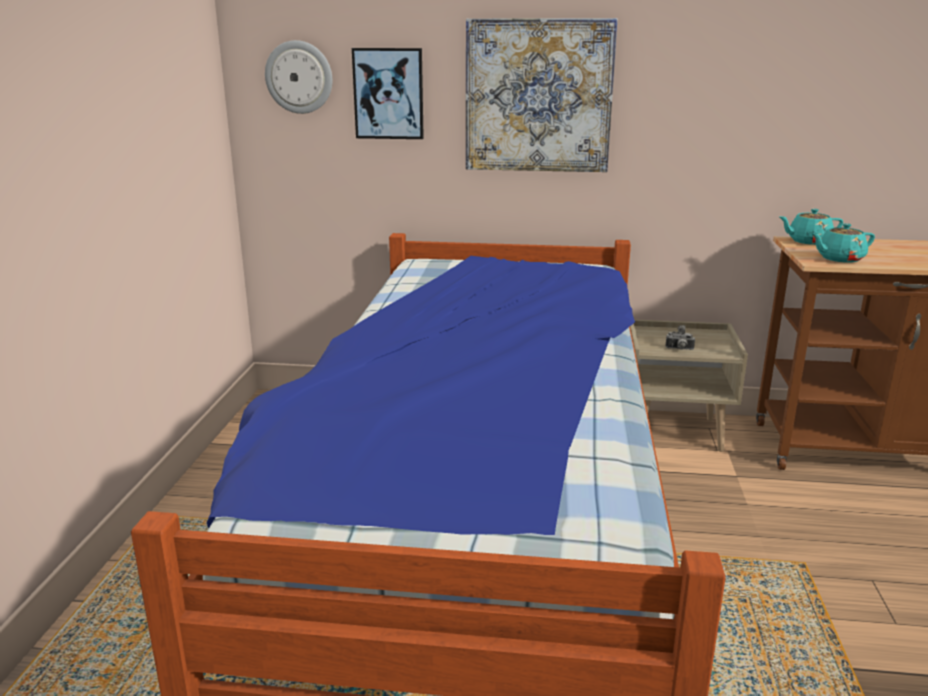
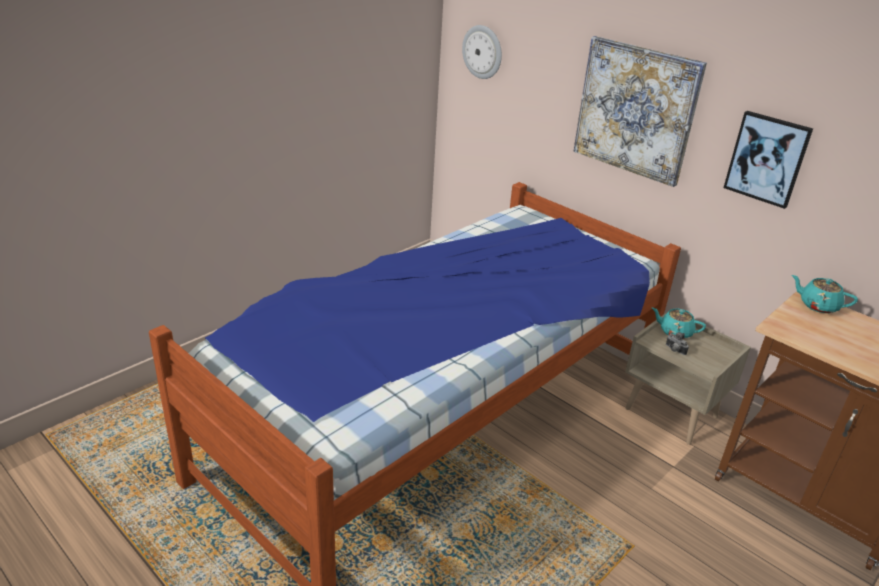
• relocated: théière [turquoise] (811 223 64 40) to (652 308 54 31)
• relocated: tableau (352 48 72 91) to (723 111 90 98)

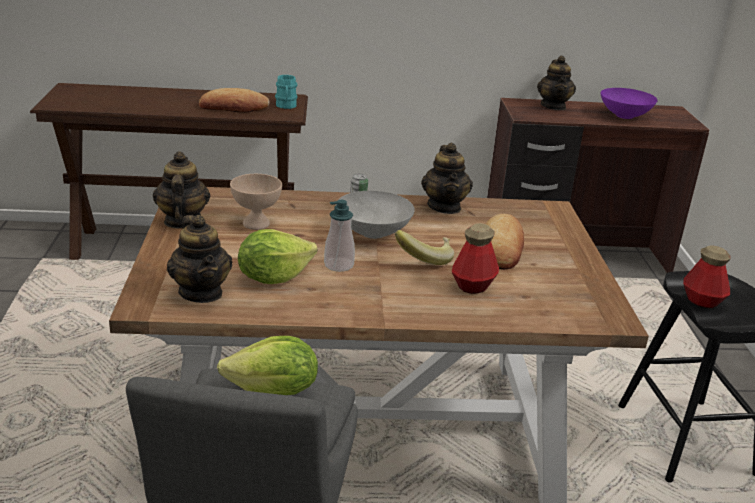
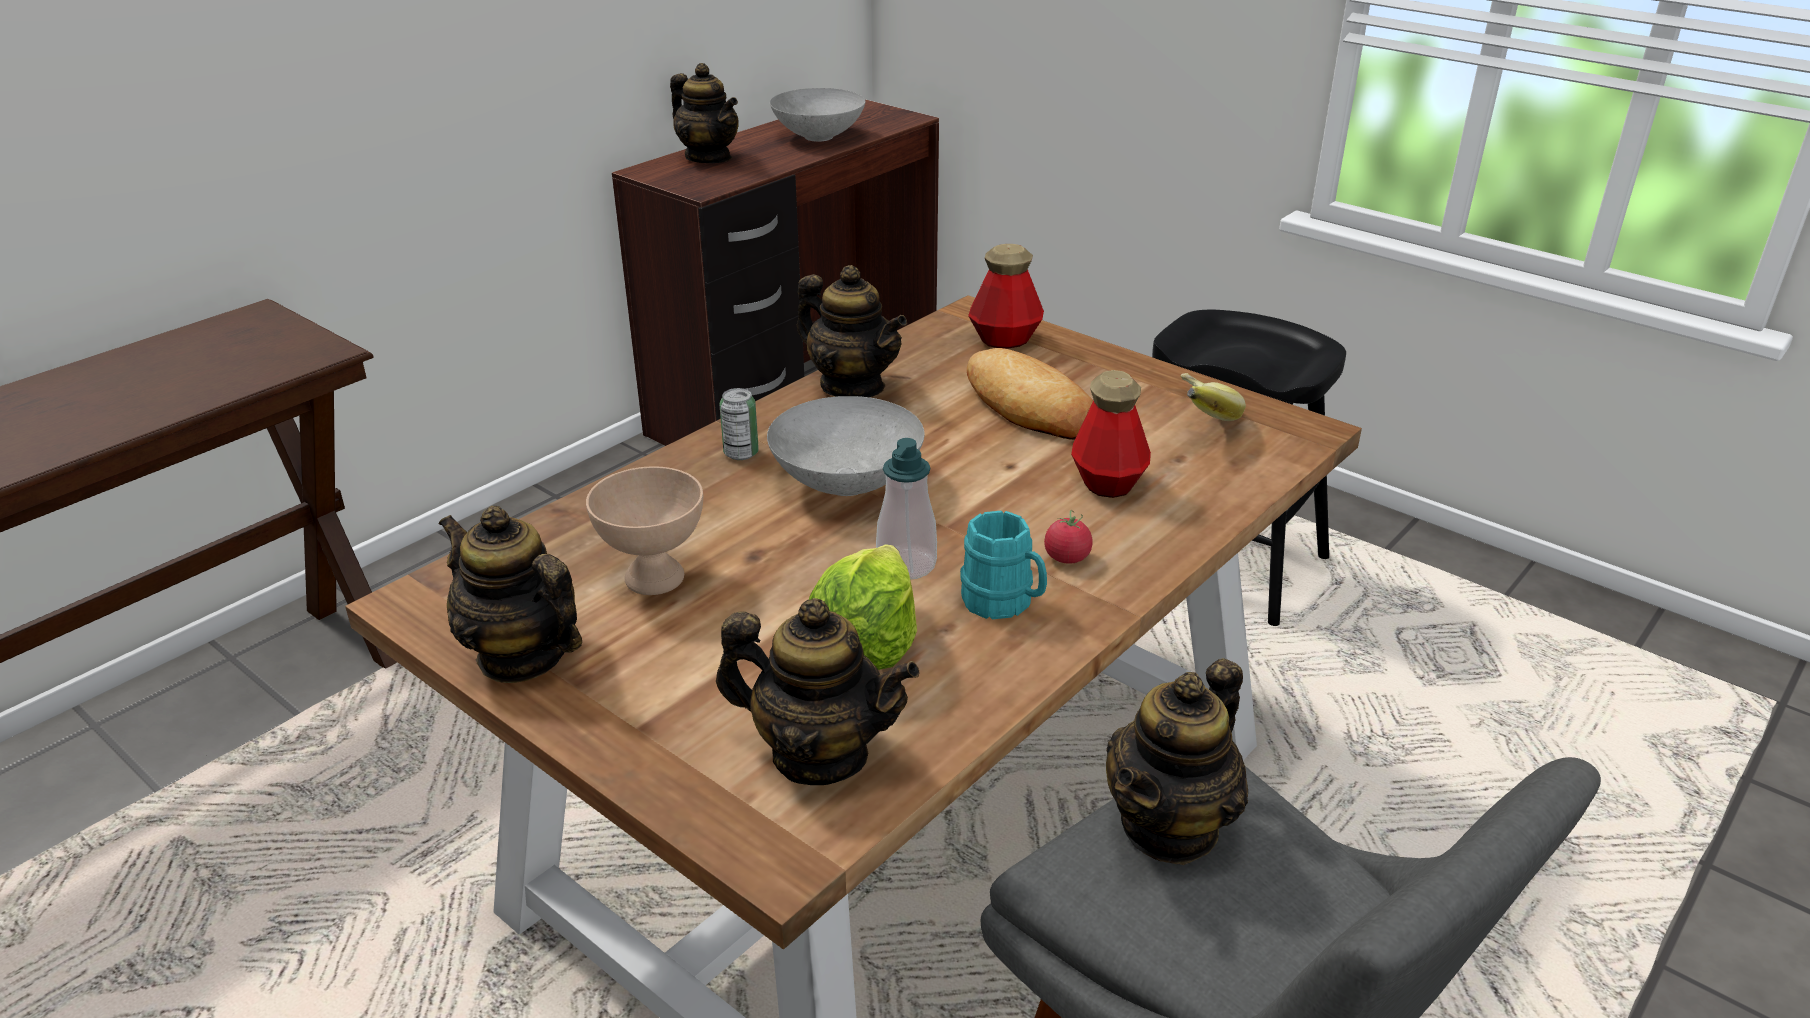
• colour: bol [violet] (601 88 57 31) to bol [gris] (770 88 95 54)
• relocated: mug [turquoise] (275 75 23 34) to (960 511 87 108)
• relocated: bouteille (683 245 48 63) to (968 244 76 104)
• appeared: tomate (1044 510 49 54)
• exchanged: laitue (217 336 101 59) to théière (1106 658 142 207)
• relocated: banane (395 230 59 35) to (1181 373 65 48)
• missing: pain (199 88 71 24)

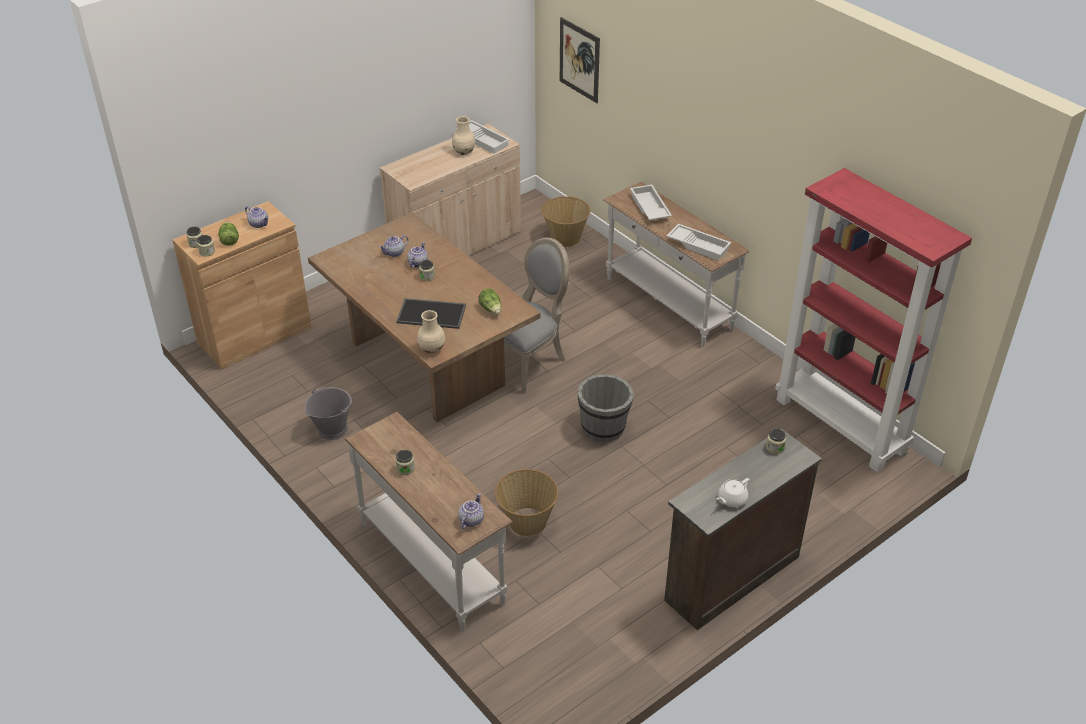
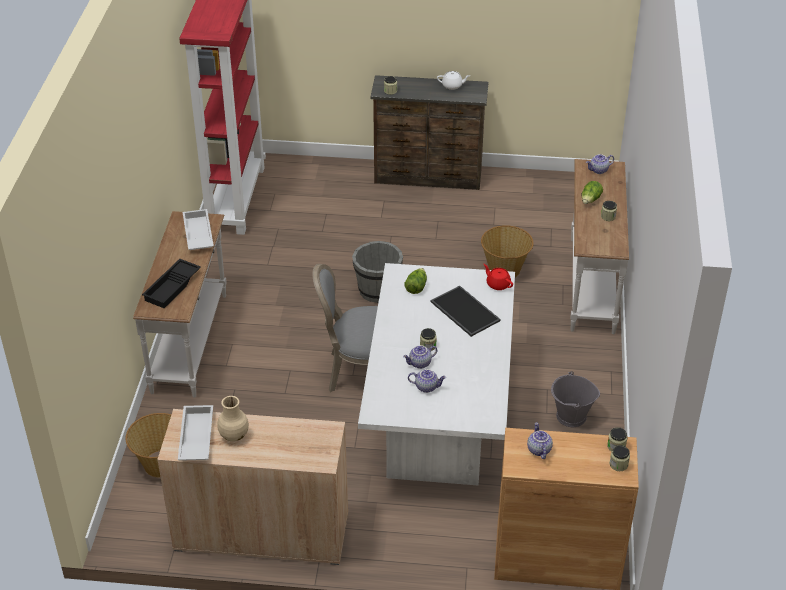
• colour: plateau [blanc] (630 185 42 35) to plateau [noir] (142 259 59 49)
• colour: table à manger [marron] (308 213 233 209) to table à manger [blanc] (358 263 157 222)
• exchanged: vase [beige] (417 310 28 44) to théière [rouge] (484 264 29 26)
• relocated: laitue (218 222 21 24) to (582 181 21 23)
• missing: tableau (560 17 40 86)

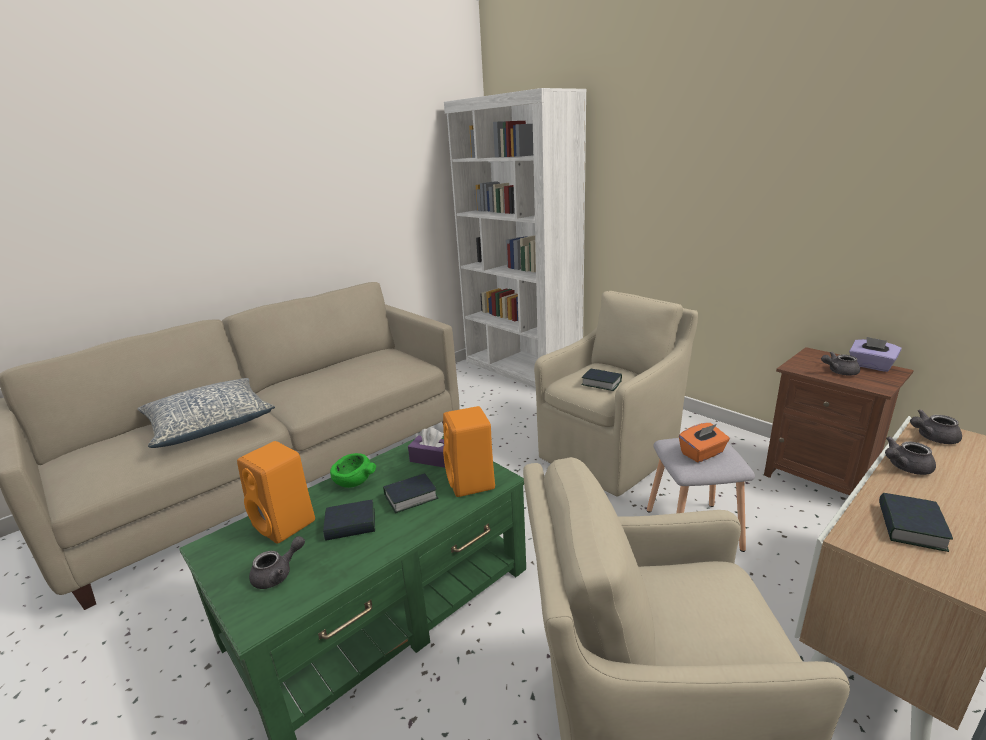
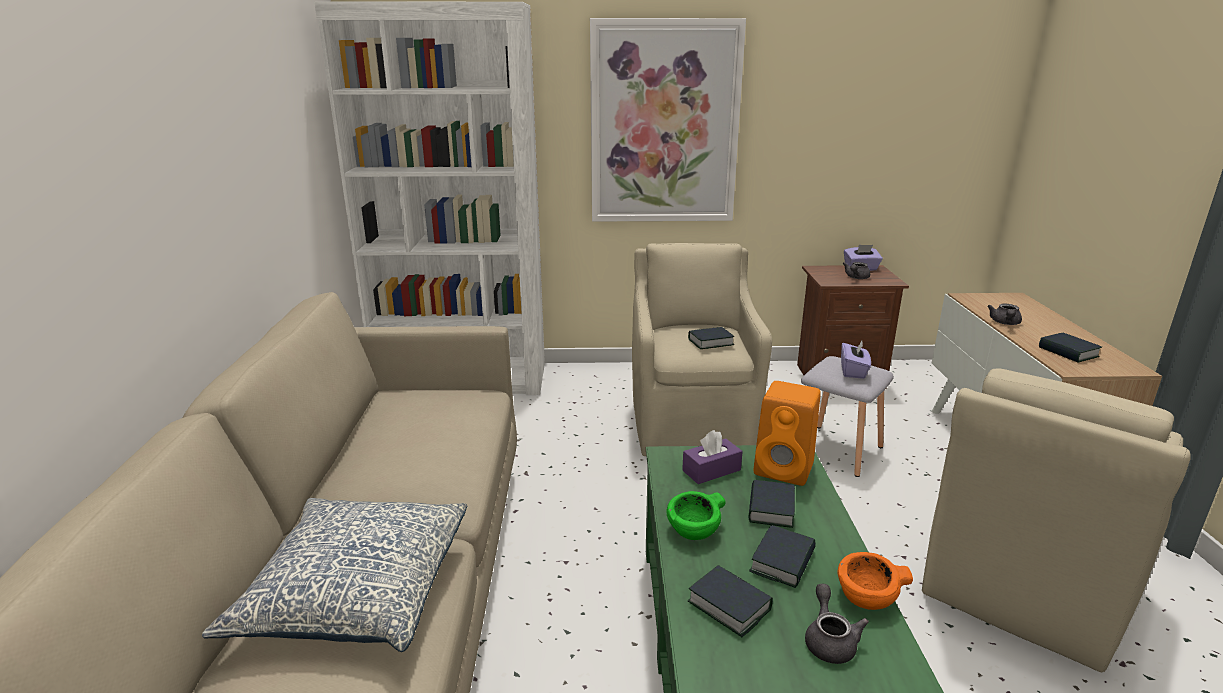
• appeared: tableau (590 18 156 204)
• exchanged: enceinte [orange] (237 441 78 103) to livre (688 565 85 72)
• appeared: bol [orange] (837 552 76 58)
• colour: boîte à mouchoirs [orange] (679 423 51 40) to boîte à mouchoirs [violet] (841 341 30 38)
• missing: théière [gris] (910 410 52 34)

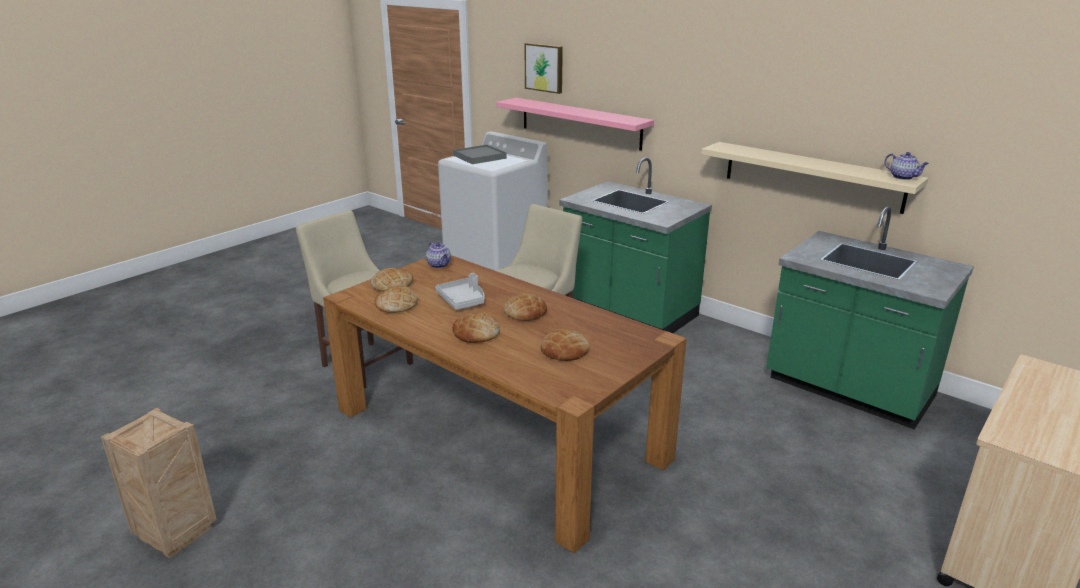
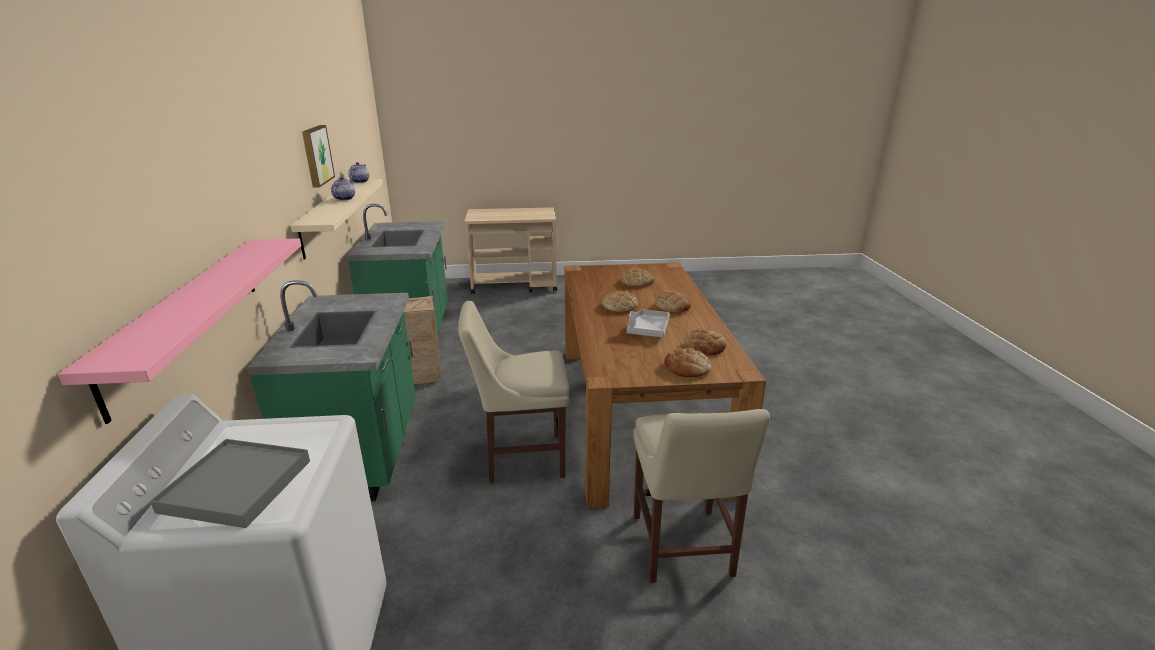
• relocated: tableau (524 43 39 51) to (302 125 33 63)
• relocated: théière (426 242 25 26) to (331 177 24 24)
• relocated: caisse (101 407 116 151) to (404 296 38 88)

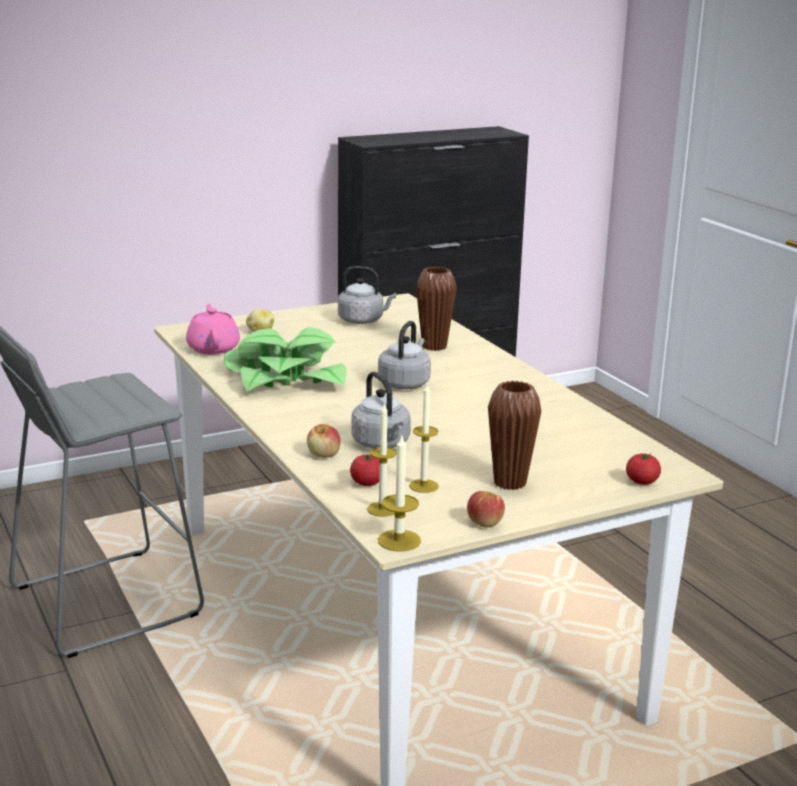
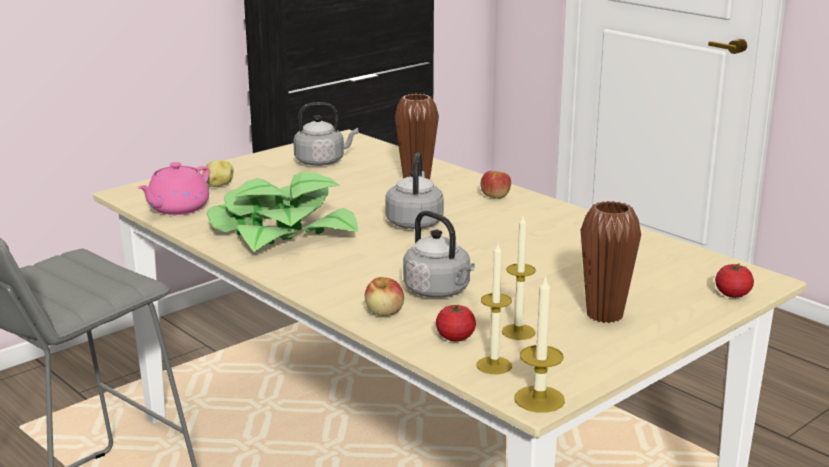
• spun: théière [rose] (186 304 54 51) = (138 162 72 53) 120 degrees counterclockwise
• relocated: pomme (467 491 38 37) to (480 171 31 28)

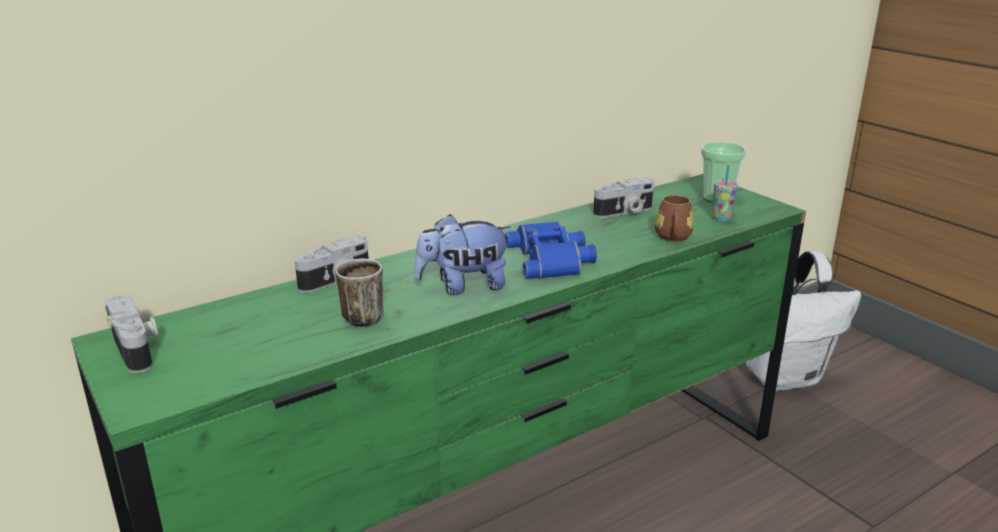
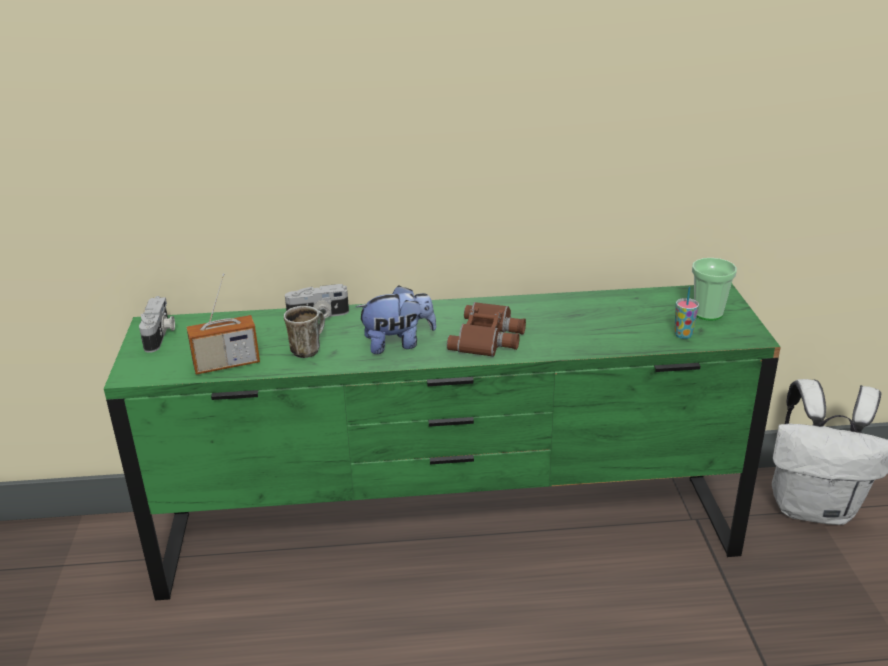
• appeared: radio (186 273 74 102)
• spun: peluche (414 214 97 81) = (356 285 80 69) 150 degrees clockwise
• colour: jumelles [bleu] (505 221 92 58) to jumelles [marron] (447 302 79 55)
• missing: appareil photo (593 177 61 41)
• missing: mug [marron] (655 195 39 47)

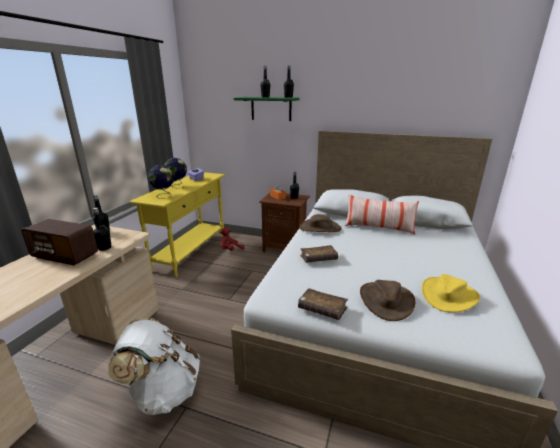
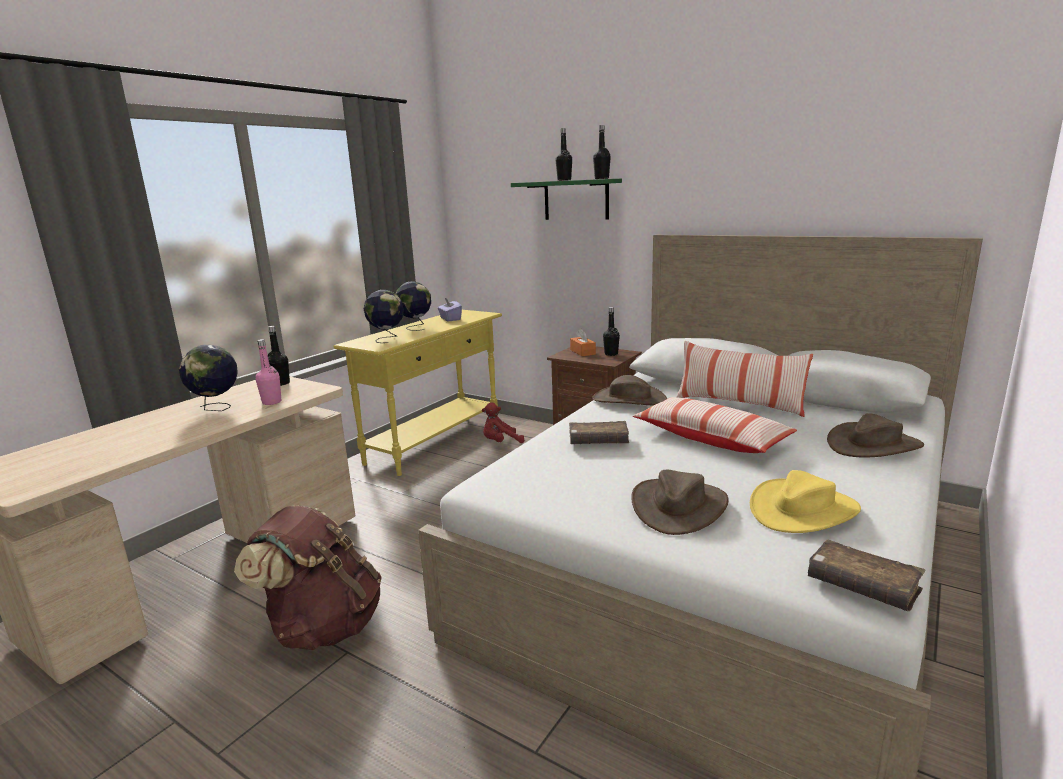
• exchanged: radio (21 219 77 46) to globe (179 345 59 66)
• colour: sac à dos [blanc] (108 318 92 97) to sac à dos [marron] (234 505 148 145)
• colour: bouteille [noir] (93 208 18 43) to bouteille [rose] (256 339 25 66)
• appeared: coussin (633 397 164 56)
• relocated: livre [marron] (298 288 50 32) to (808 539 117 72)
• appeared: chapeau [marron] (827 413 97 44)

